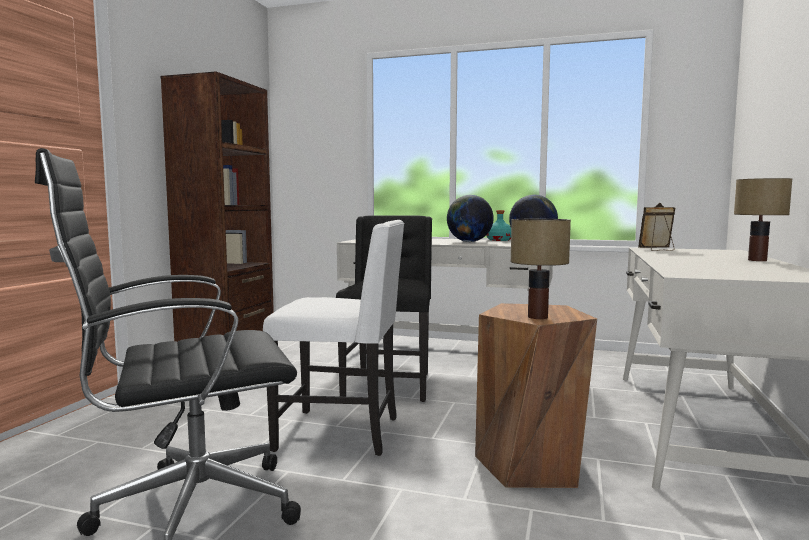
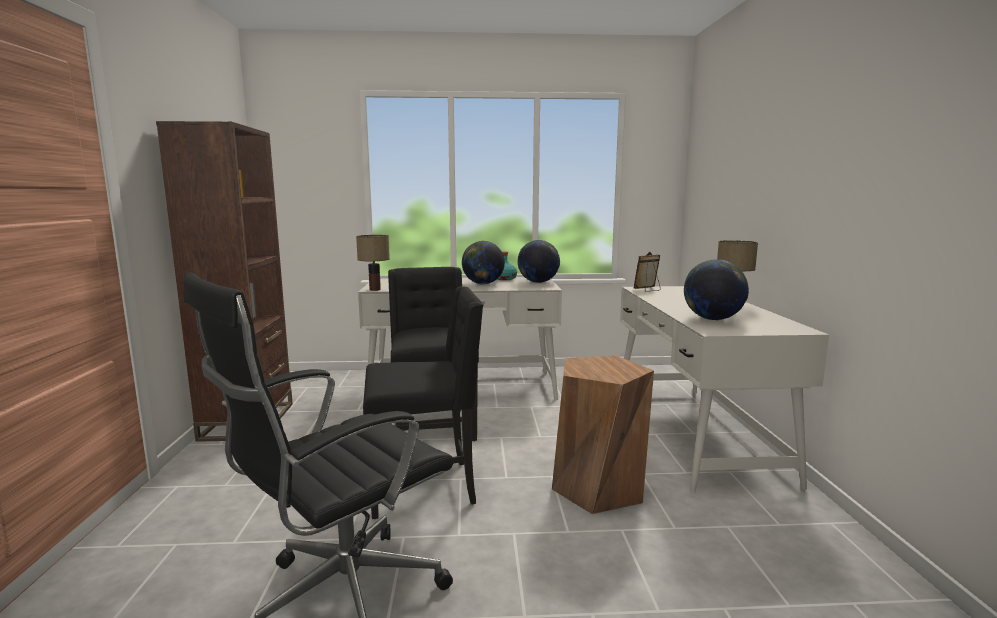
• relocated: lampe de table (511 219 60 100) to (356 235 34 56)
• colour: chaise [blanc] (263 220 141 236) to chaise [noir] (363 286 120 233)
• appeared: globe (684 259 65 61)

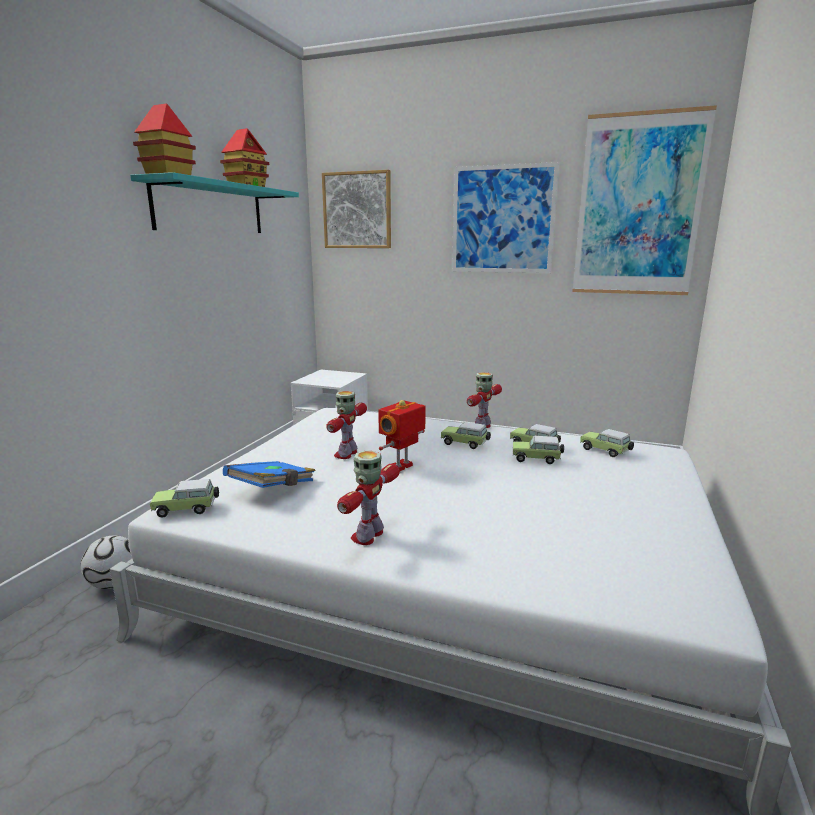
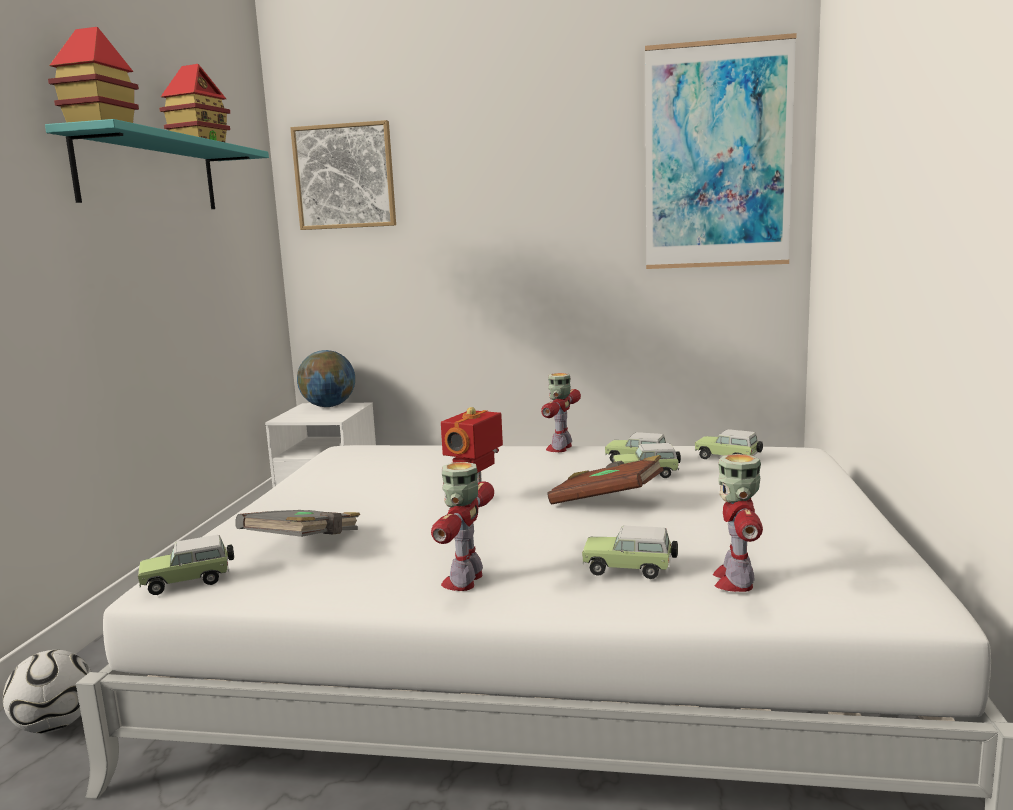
• colour: livre [bleu] (223 461 93 27) to livre [gris] (235 510 125 27)
• appeared: globe (297 350 58 57)
• appeared: livre [marron] (547 455 117 50)
• relocated: petite voiture (441 422 50 27) to (582 526 96 53)
• relocated: robot jouet (326 391 41 68) to (713 454 50 138)
• missing: tableau (452 162 107 111)

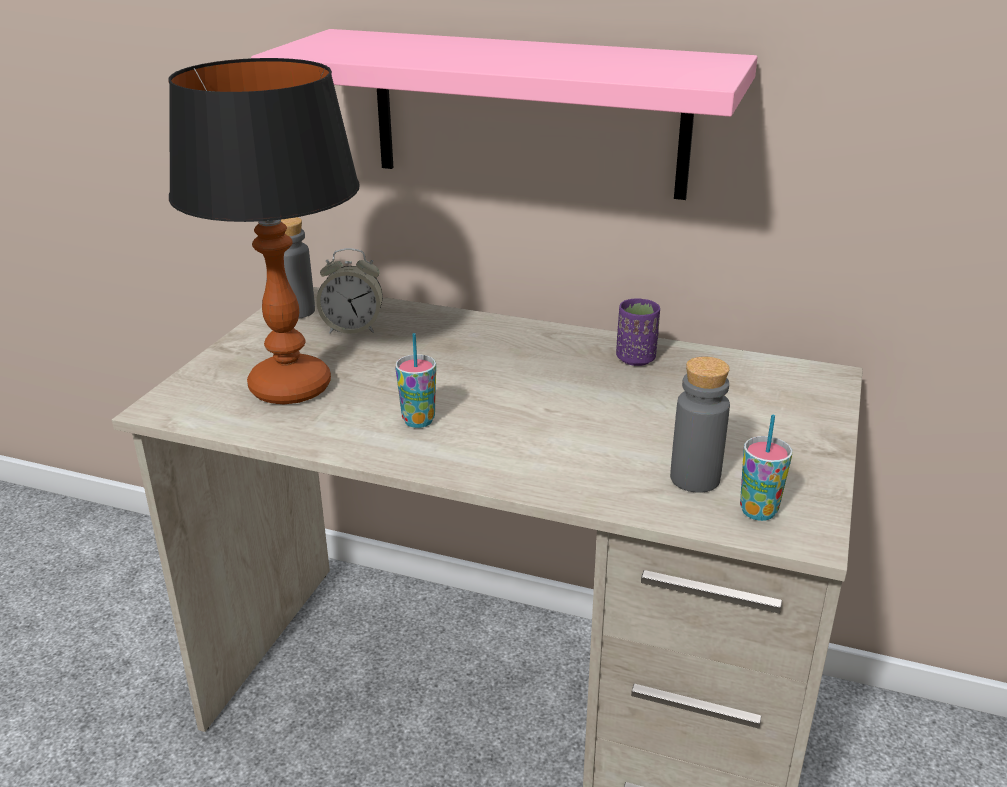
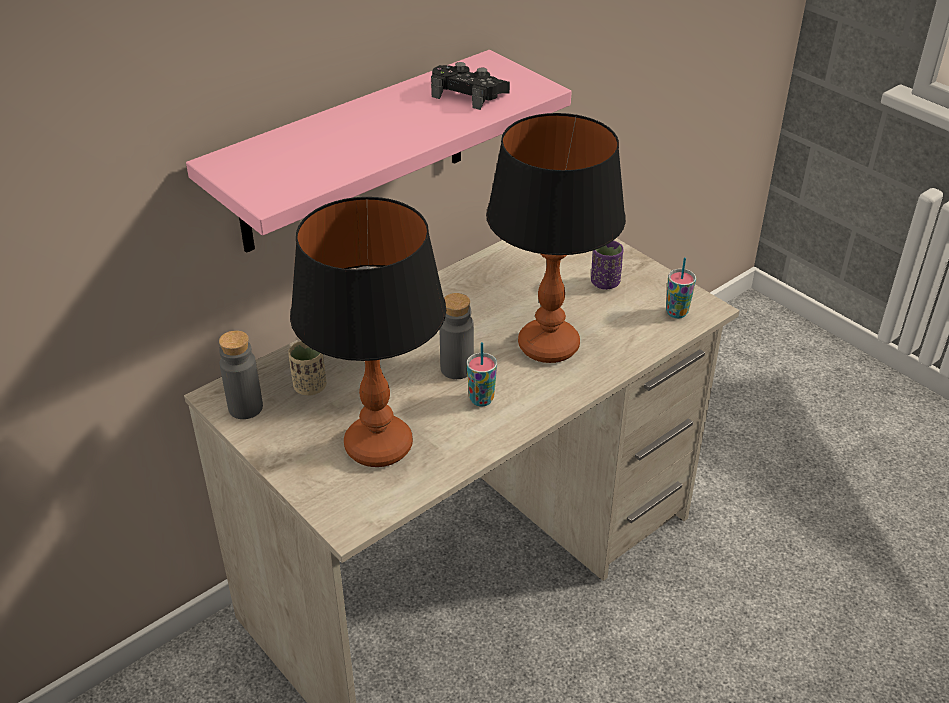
• exchanged: réveil (316 248 67 86) to tasse [beige] (288 341 38 54)
• appeared: manette [noir] (431 62 79 48)
• relocated: bouteille [gris] (670 356 60 137) to (440 293 34 86)
• appeared: lampe de table (486 113 140 250)
• relocated: tasse [violet] (616 299 44 67) to (591 241 32 49)

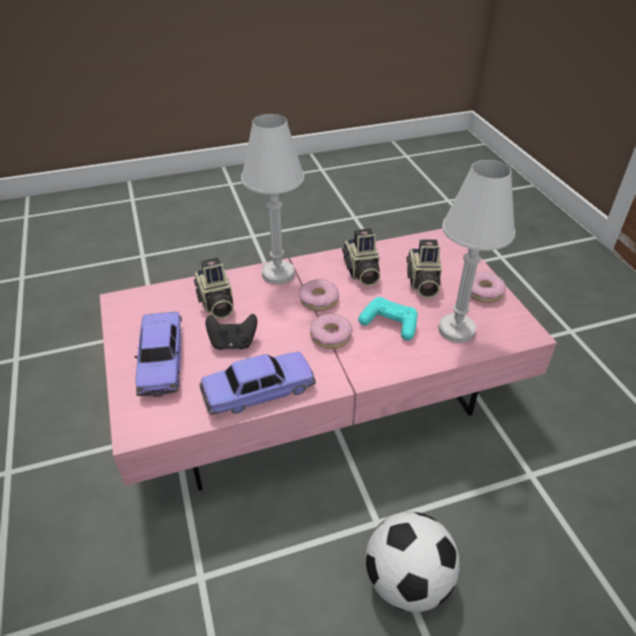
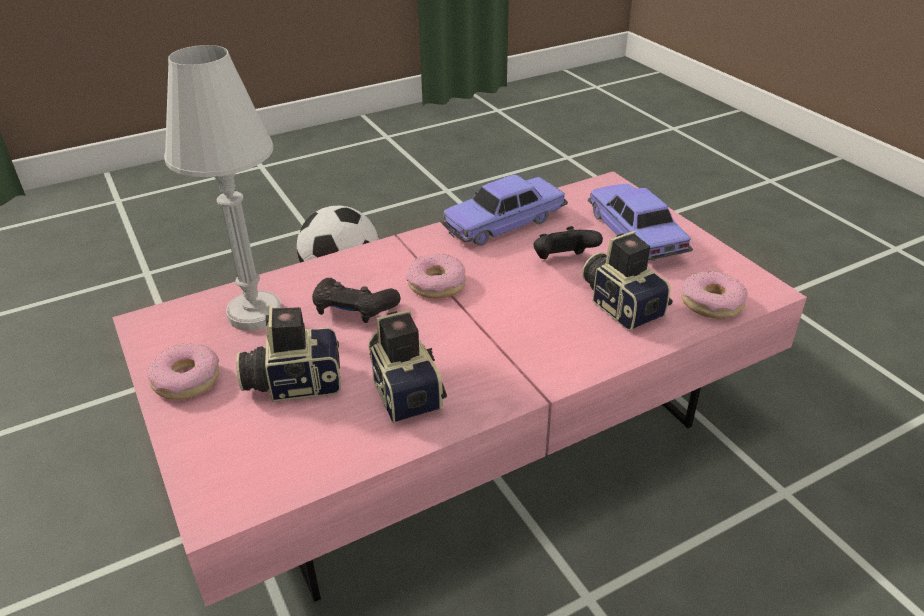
• spun: appareil photo (406 239 36 59) = (236 306 105 96) 90 degrees counterclockwise
• colour: manette [turquoise] (358 297 59 43) to manette [noir] (312 278 88 45)
• relocated: beignet (300 279 39 32) to (681 271 67 47)
• missing: lampe de table [blanc] (241 114 63 171)

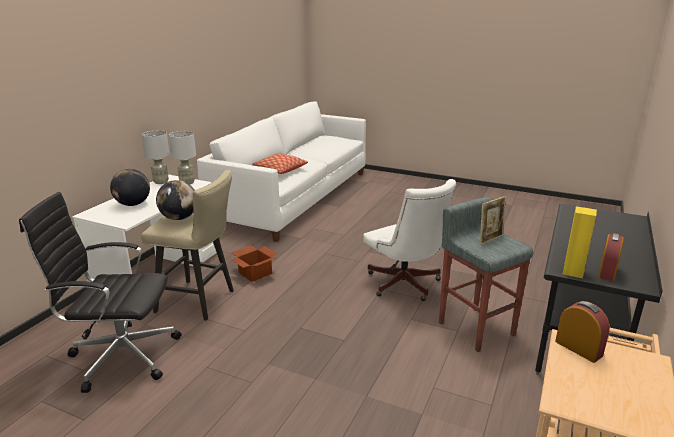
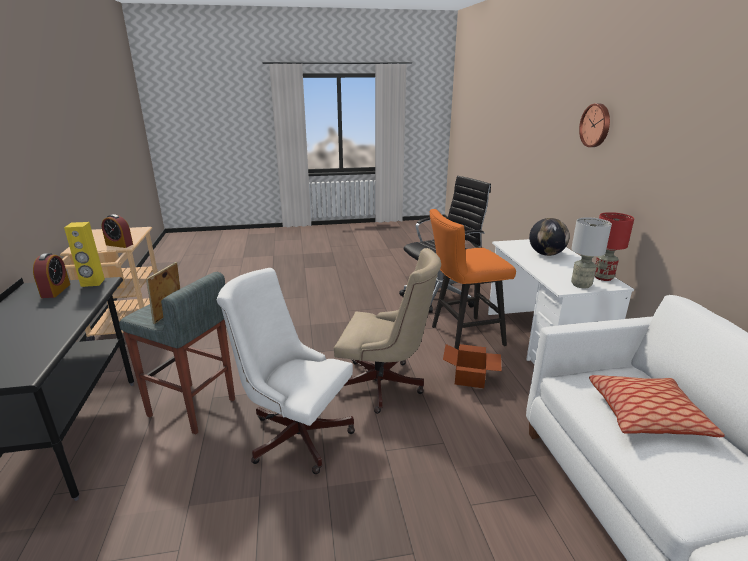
• appeared: chaise de bureau [beige] (334 248 107 166)
• colour: tabouret [beige] (141 170 93 151) to tabouret [orange] (430 209 86 141)
• appeared: horloge murale (579 103 31 44)
• colour: lampe de table [gris] (142 130 28 54) to lampe de table [rouge] (595 212 39 69)
• missing: globe (156 180 38 40)

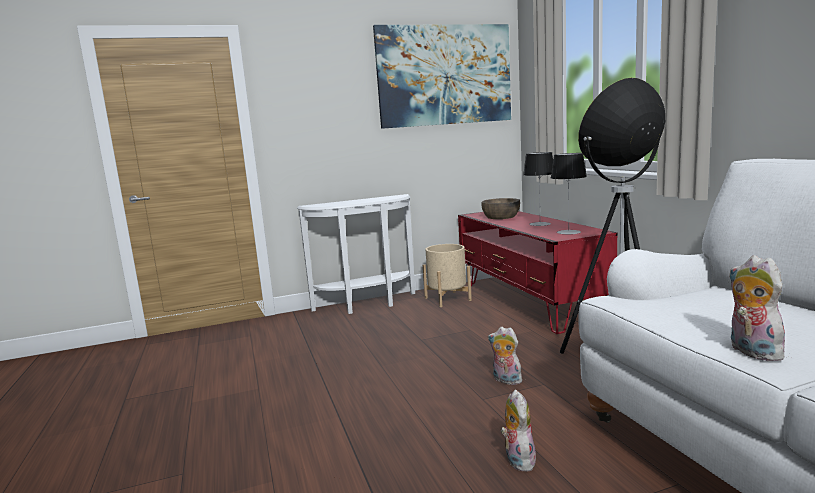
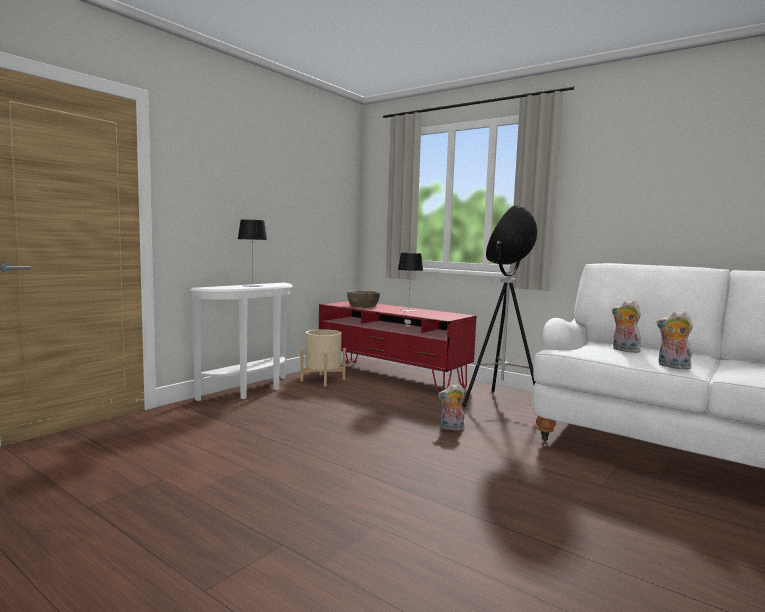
• relocated: lampe de table (551 153 36 81) to (238 220 29 67)
• relocated: peluche (500 389 36 83) to (612 300 29 53)
• missing: tableau (373 24 138 105)

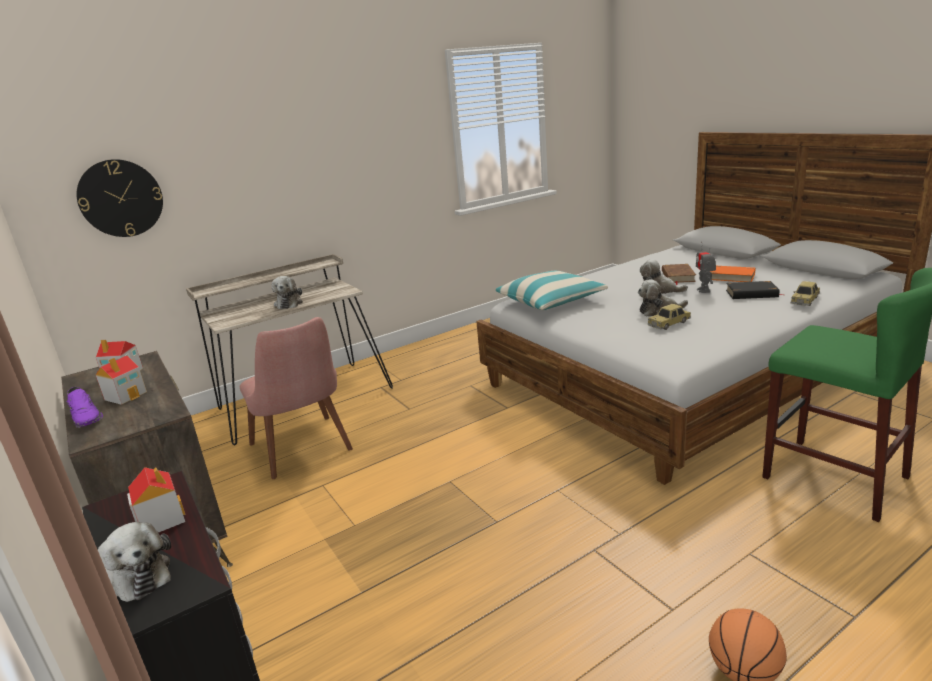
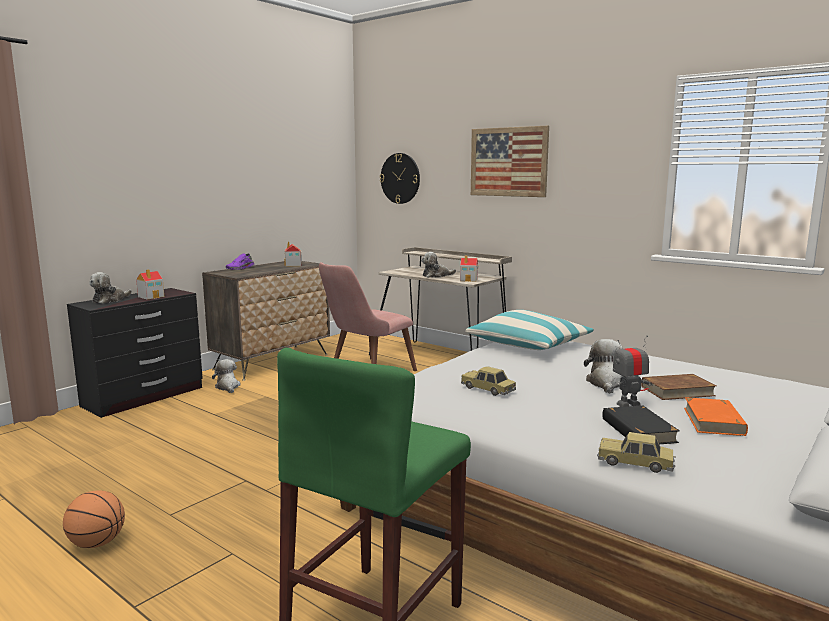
• relocated: peluche (638 279 50 37) to (212 359 29 34)
• relocated: maison miniature (96 356 51 49) to (460 255 18 27)
• appeared: tableau (471 126 78 71)

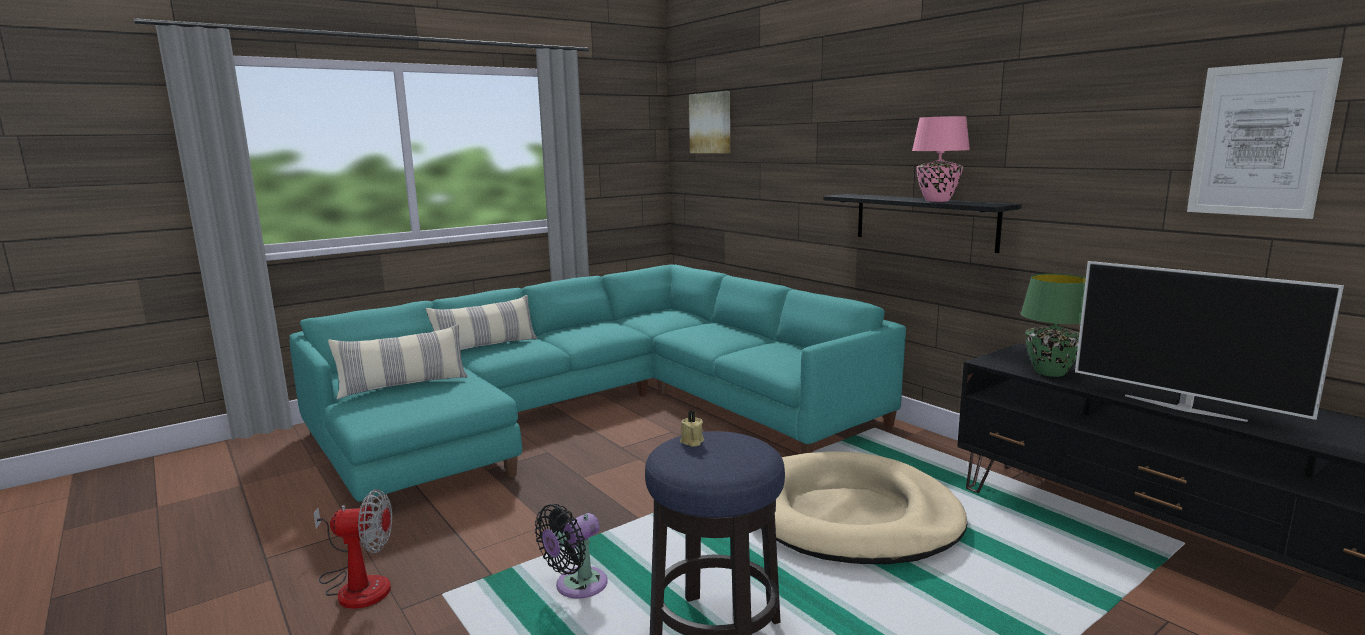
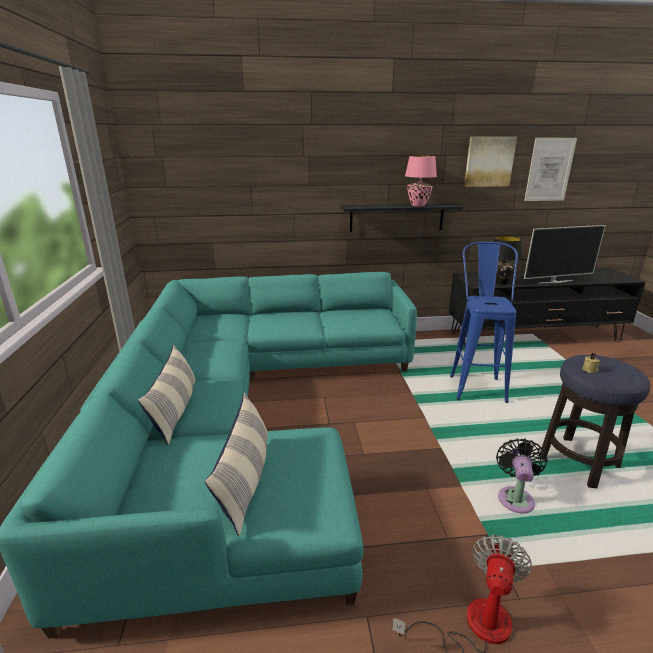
• exchanged: panier pour chien [beige] (760 451 207 113) to tabouret [bleu] (450 242 68 161)
• relocated: tableau (689 91 41 62) to (464 137 53 50)
• colour: lampe de table [vert] (1020 273 66 104) to lampe de table [noir] (494 236 28 48)
• spun: ventilateur [noir] (535 504 73 95) = (496 438 52 75) 150 degrees counterclockwise

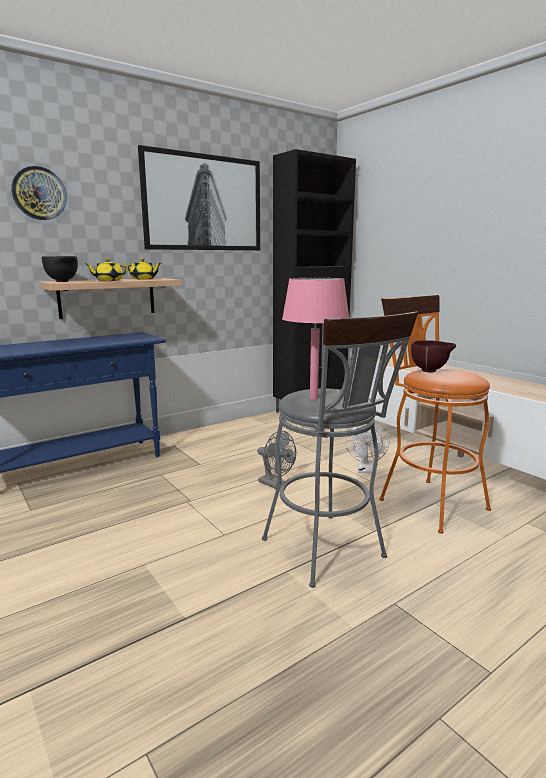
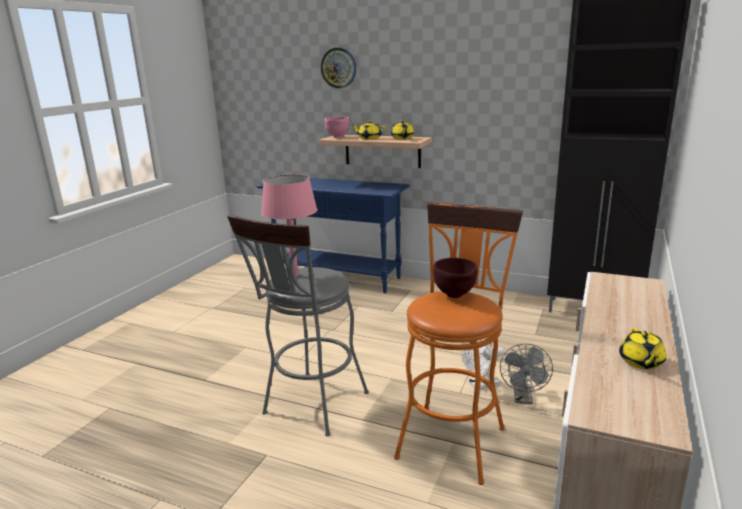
• colour: bol [noir] (42 256 36 26) to bol [rose] (324 117 26 21)
• relocated: ventilateur [gris] (257 431 39 58) to (500 343 53 61)
• appeared: théière [jaune] (619 328 47 41)
• missing: tableau (138 145 122 105)

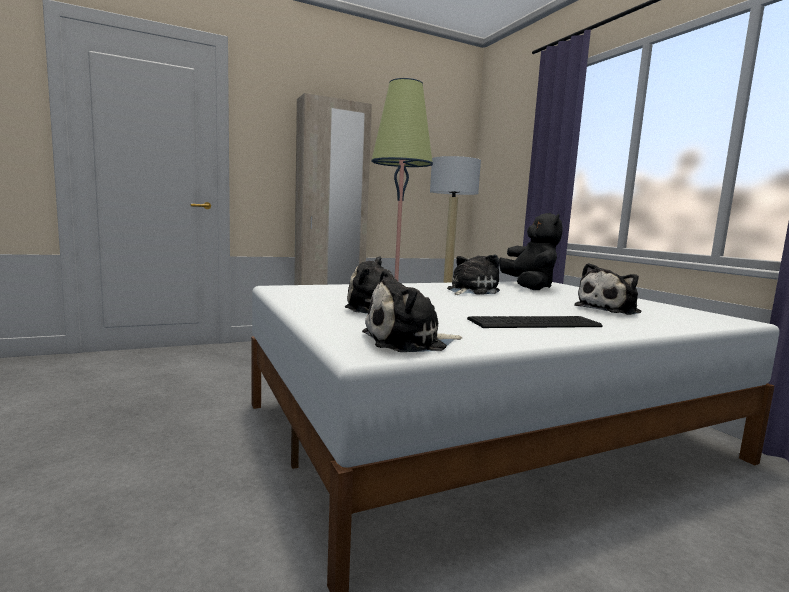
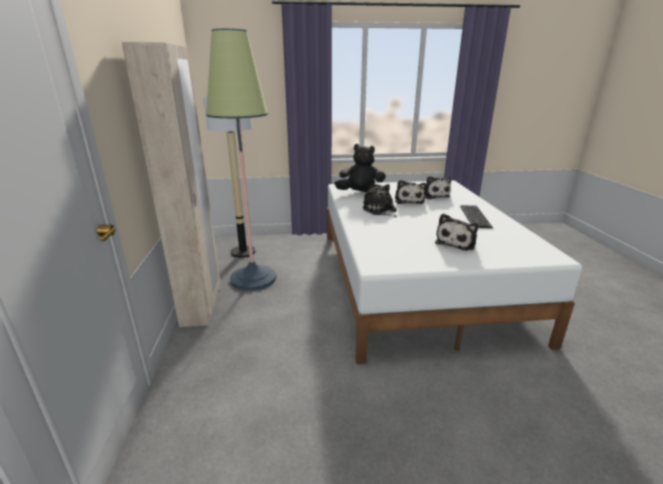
• relocated: peluche (362 270 100 82) to (395 180 31 24)

